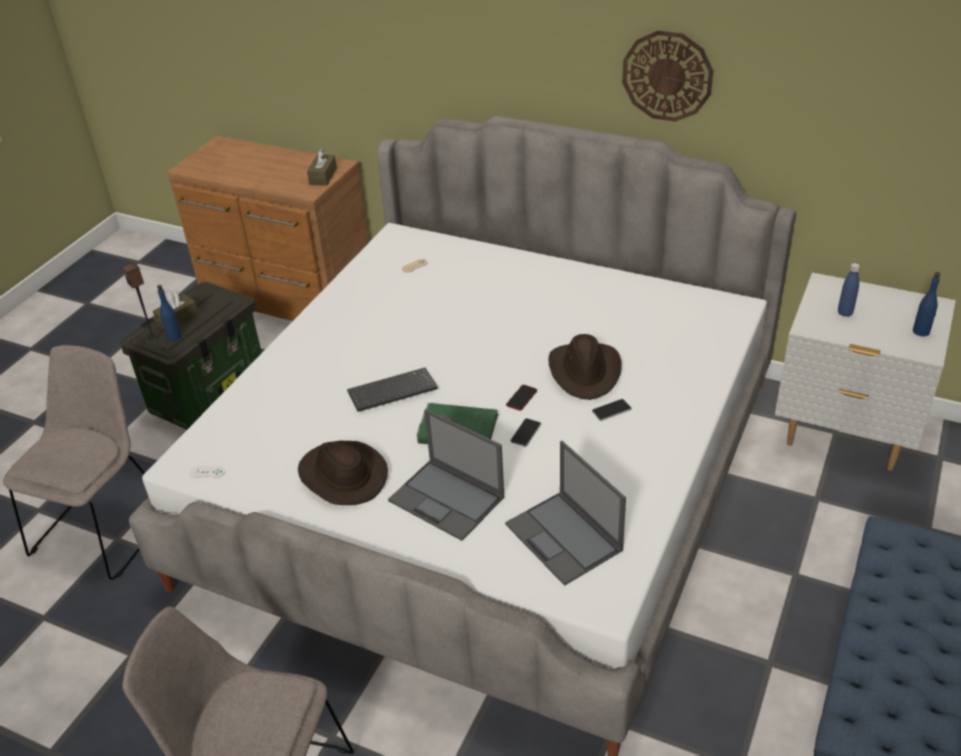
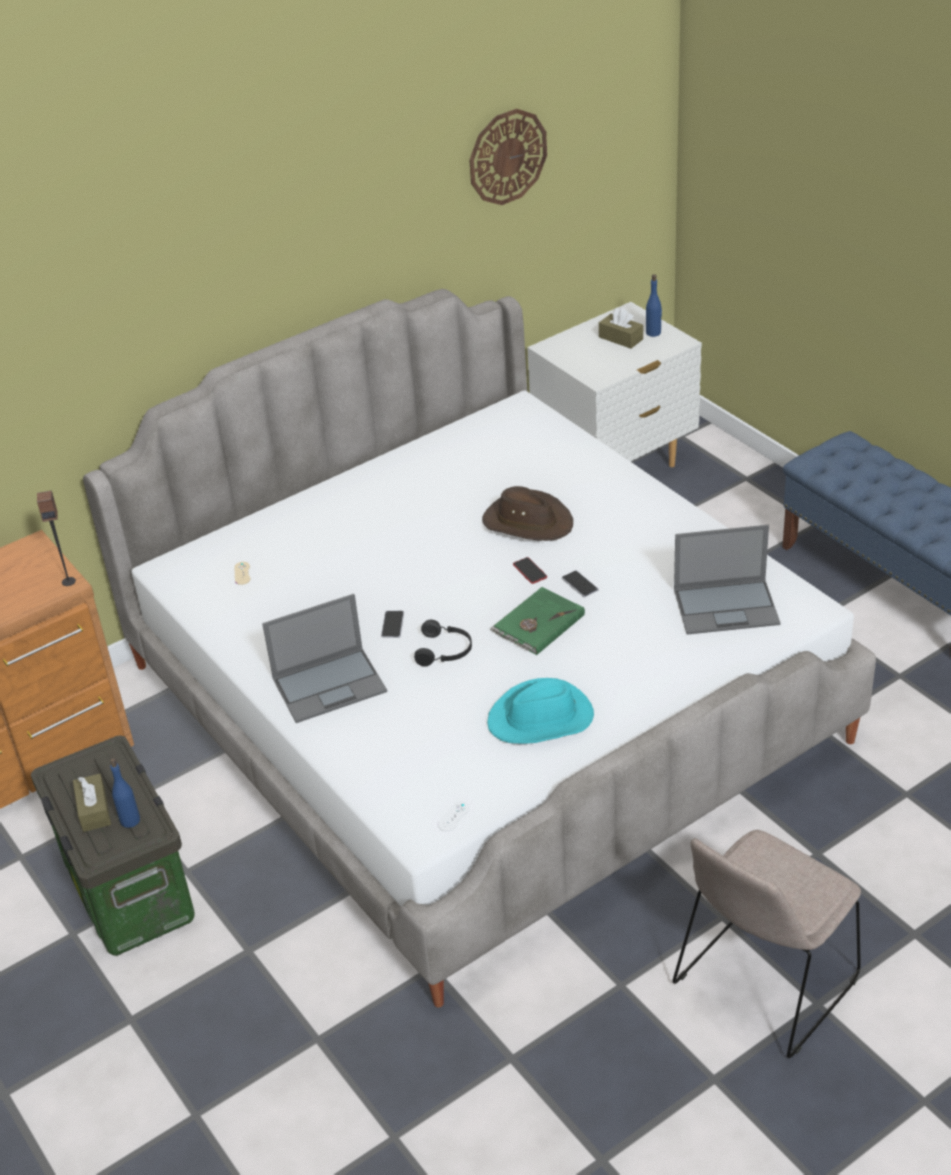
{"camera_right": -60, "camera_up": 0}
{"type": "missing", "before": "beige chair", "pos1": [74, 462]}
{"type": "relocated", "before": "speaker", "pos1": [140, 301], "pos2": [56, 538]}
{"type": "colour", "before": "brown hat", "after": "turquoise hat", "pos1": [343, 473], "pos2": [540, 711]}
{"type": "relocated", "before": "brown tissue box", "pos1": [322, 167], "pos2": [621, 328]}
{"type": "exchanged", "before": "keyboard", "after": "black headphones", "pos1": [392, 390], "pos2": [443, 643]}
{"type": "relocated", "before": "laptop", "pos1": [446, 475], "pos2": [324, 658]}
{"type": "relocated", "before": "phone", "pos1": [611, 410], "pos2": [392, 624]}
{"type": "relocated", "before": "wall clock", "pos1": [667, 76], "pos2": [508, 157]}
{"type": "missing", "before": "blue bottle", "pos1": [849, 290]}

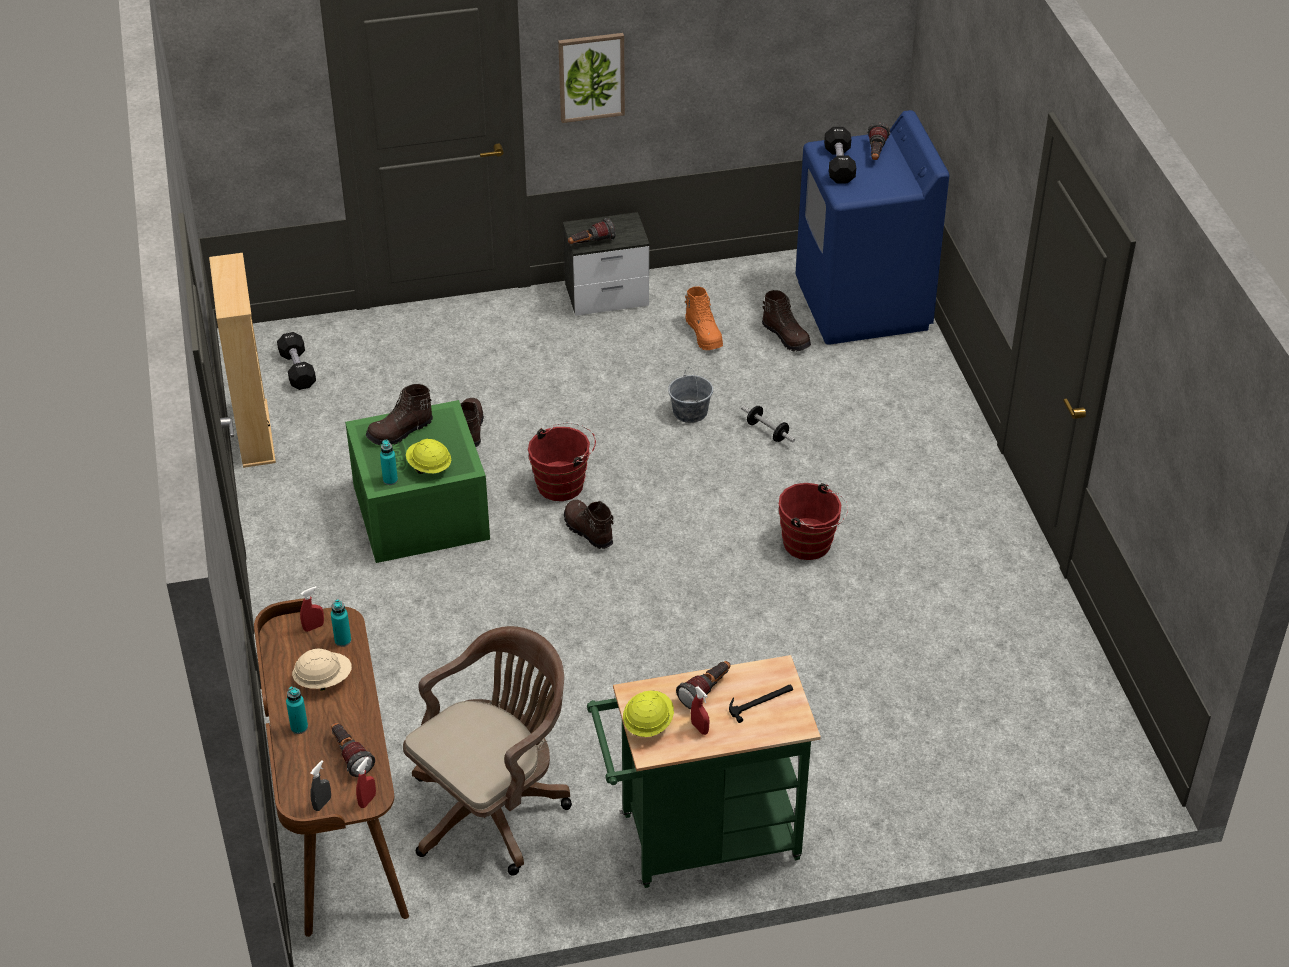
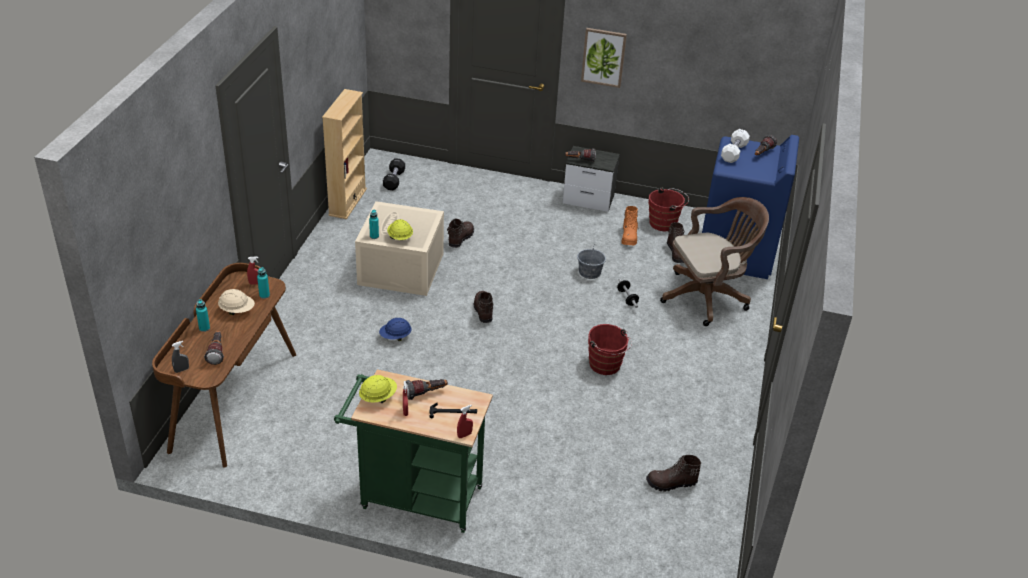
{"camera_right": 25, "camera_up": -5}
{"type": "colour", "before": "green storage box", "after": "beige storage box", "pos1": [417, 481], "pos2": [399, 248]}
{"type": "relocated", "before": "red spray bottle", "pos1": [366, 782], "pos2": [465, 421]}
{"type": "relocated", "before": "brown boot", "pos1": [399, 414], "pos2": [673, 473]}
{"type": "relocated", "before": "brown office chair", "pos1": [487, 751], "pos2": [714, 261]}
{"type": "relocated", "before": "red bucket", "pos1": [562, 461], "pos2": [668, 210]}
{"type": "colour", "before": "black dumbbell", "after": "white dumbbell", "pos1": [840, 155], "pos2": [735, 146]}
{"type": "appeared", "after": "blue hard hat", "pos2": [395, 329]}

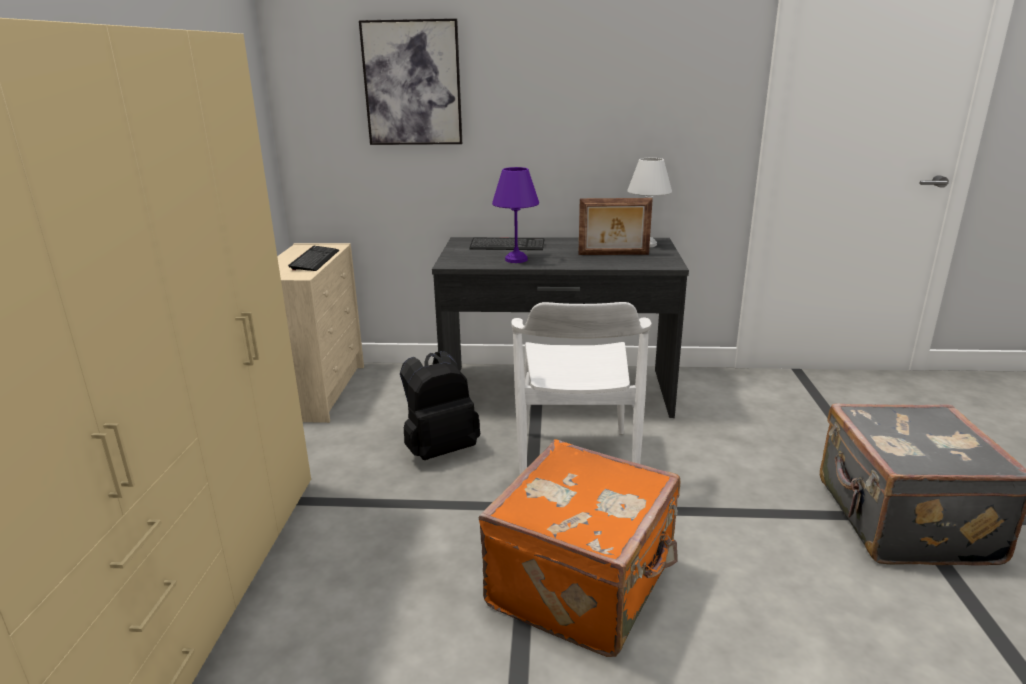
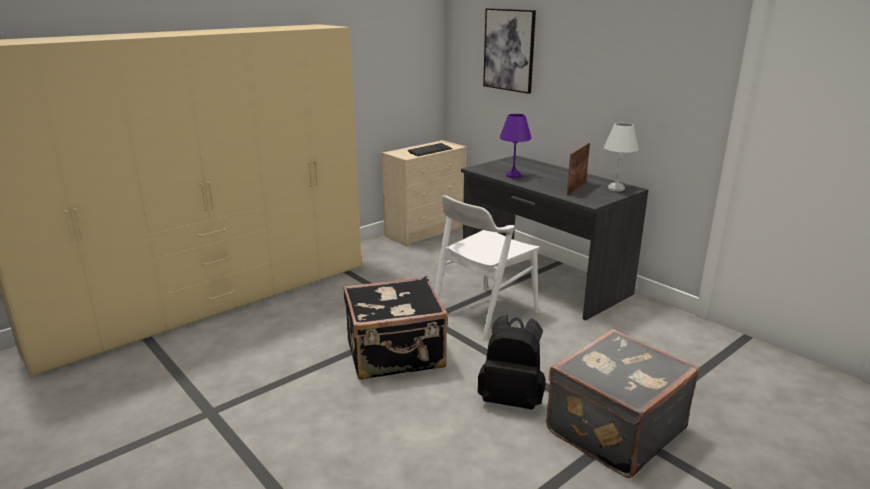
{"camera_right": 45, "camera_up": 0}
{"type": "relocated", "before": "black backpack", "pos1": [440, 405], "pos2": [511, 362]}
{"type": "missing", "before": "keyboard", "pos1": [507, 244]}
{"type": "colour", "before": "orange suitcase", "after": "black suitcase", "pos1": [579, 548], "pos2": [395, 328]}
{"type": "spun", "before": "picture frame", "pos1": [615, 226], "pos2": [578, 169], "turn": 75}

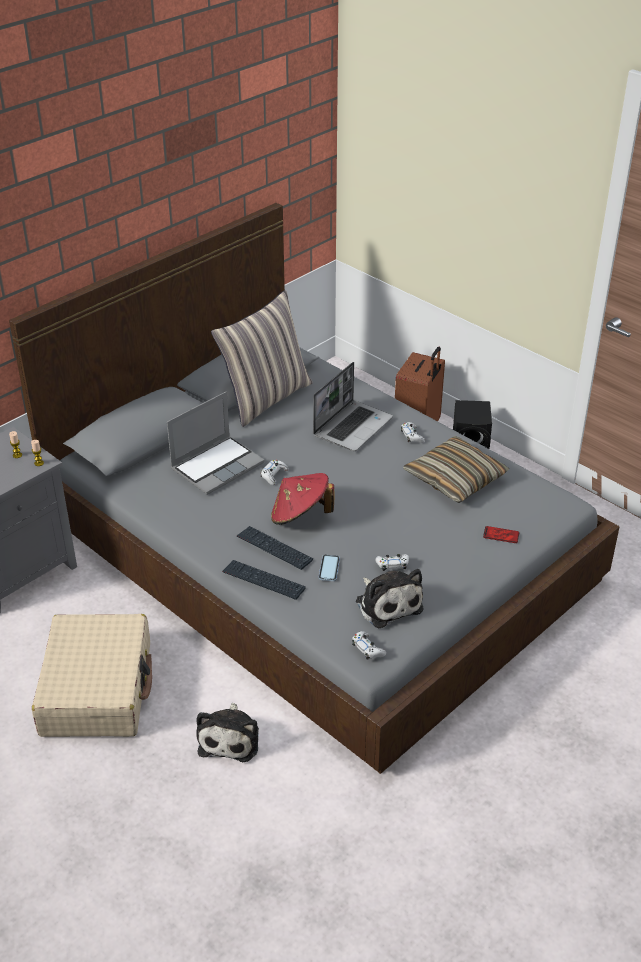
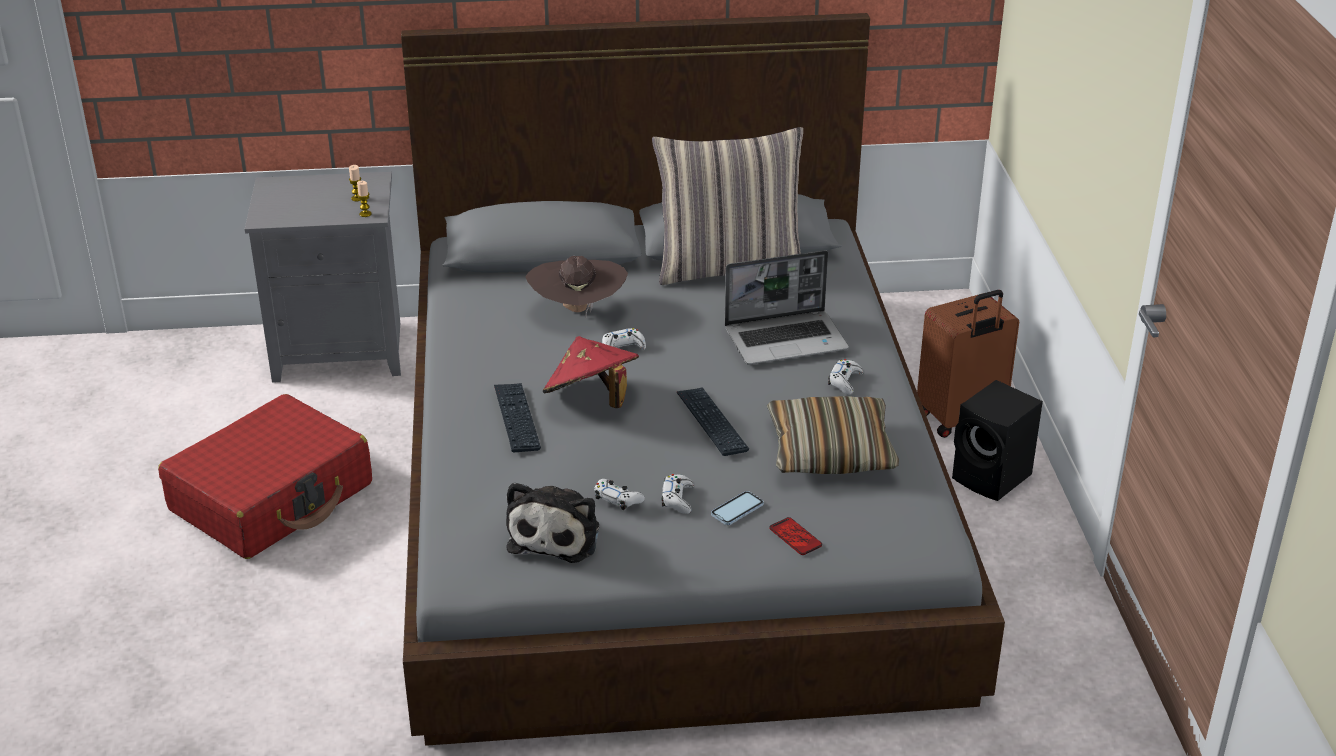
{"camera_right": 40, "camera_up": -5}
{"type": "colour", "before": "beige suitcase", "after": "red suitcase", "pos1": [92, 675], "pos2": [265, 476]}
{"type": "exchanged", "before": "laptop", "after": "brown hat", "pos1": [216, 443], "pos2": [576, 287]}
{"type": "missing", "before": "plush toy", "pos1": [227, 732]}
{"type": "relocated", "before": "keyboard", "pos1": [264, 580], "pos2": [713, 421]}
{"type": "relocated", "before": "phone", "pos1": [329, 568], "pos2": [737, 508]}
{"type": "relocated", "before": "white game controller", "pos1": [369, 645], "pos2": [677, 494]}

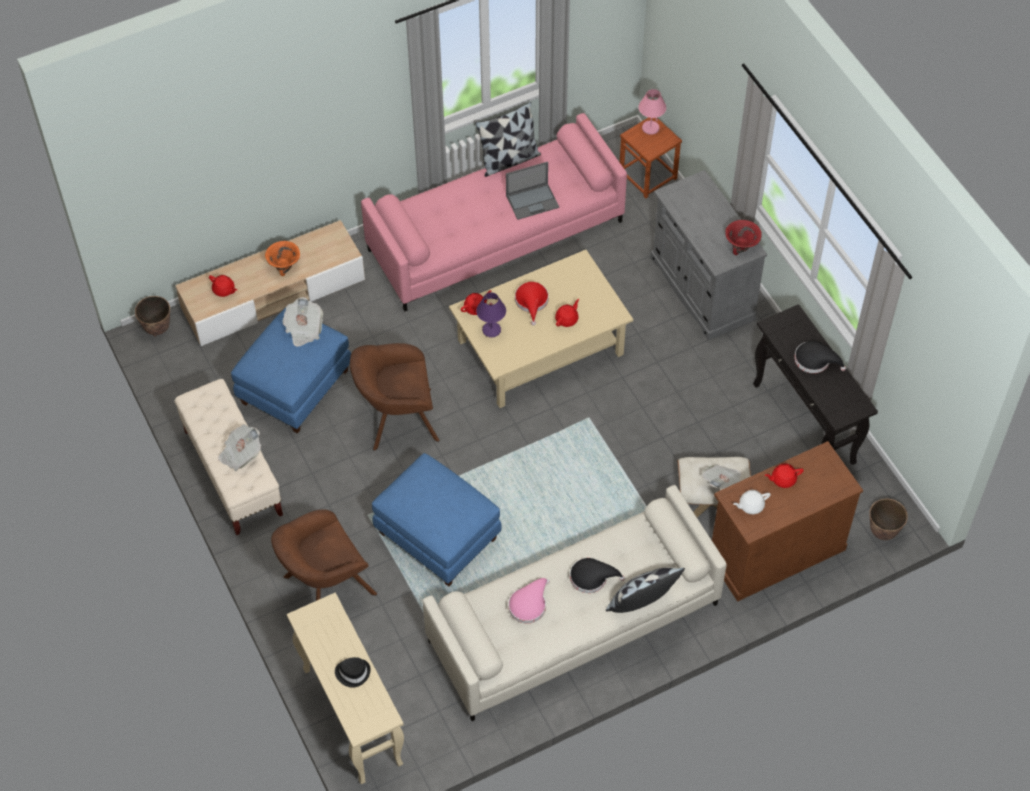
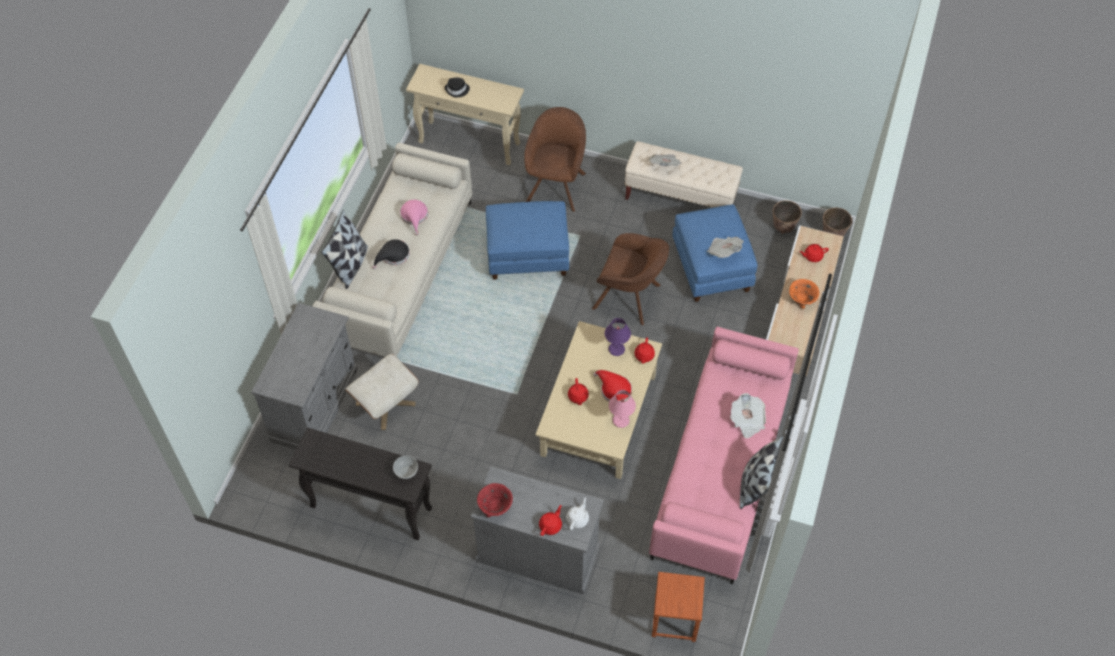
{"camera_right": 135, "camera_up": 0}
{"type": "spun", "before": "brown armchair", "pos1": [395, 397], "pos2": [630, 279], "turn": 75}
{"type": "missing", "before": "laptop", "pos1": [532, 191]}
{"type": "relocated", "before": "pink table lamp", "pos1": [652, 112], "pos2": [622, 409]}
{"type": "relocated", "before": "newspaper", "pos1": [721, 476], "pos2": [748, 416]}
{"type": "colour", "before": "brown cabinet", "after": "grey cabinet", "pos1": [787, 521], "pos2": [304, 376]}
{"type": "relocated", "before": "white teapot", "pos1": [751, 502], "pos2": [577, 513]}
{"type": "relocated", "before": "red teapot", "pos1": [784, 476], "pos2": [550, 520]}
{"type": "missing", "before": "black hat", "pos1": [820, 357]}
{"type": "relocated", "before": "planter", "pos1": [888, 519], "pos2": [787, 217]}
{"type": "appeared", "after": "bowl", "pos2": [405, 467]}

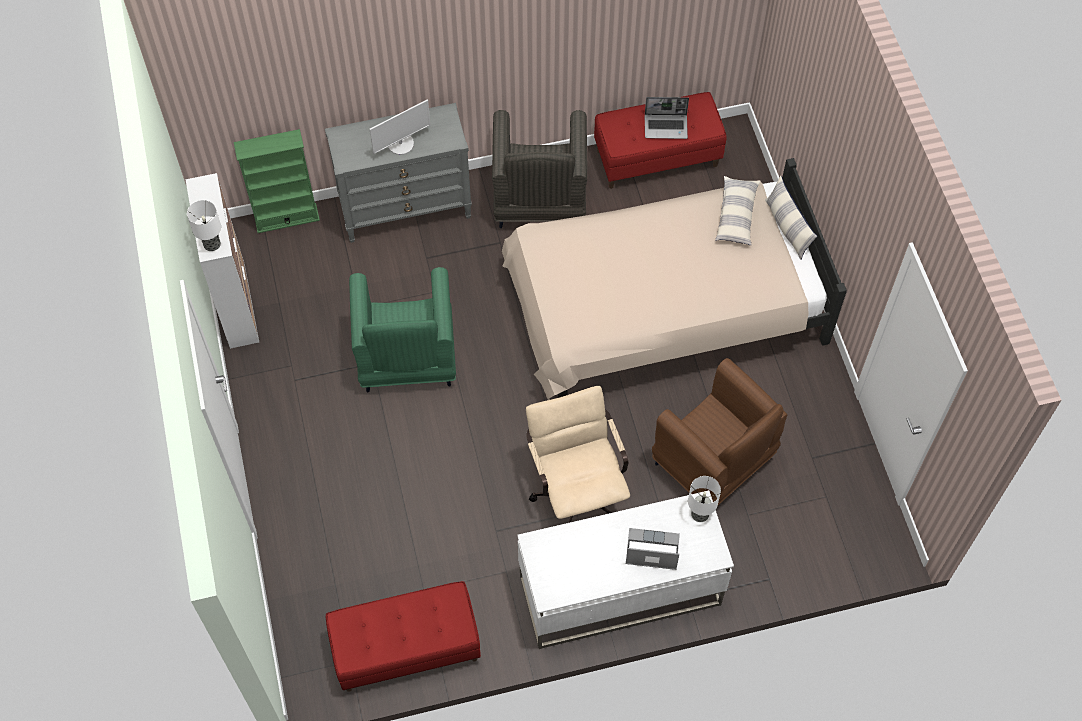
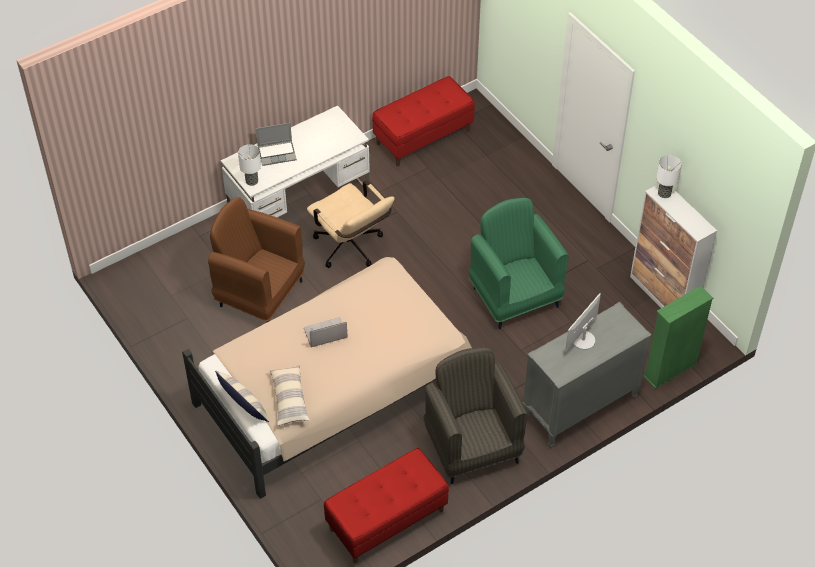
{"camera_right": 160, "camera_up": -10}
{"type": "relocated", "before": "laptop", "pos1": [667, 118], "pos2": [326, 332]}

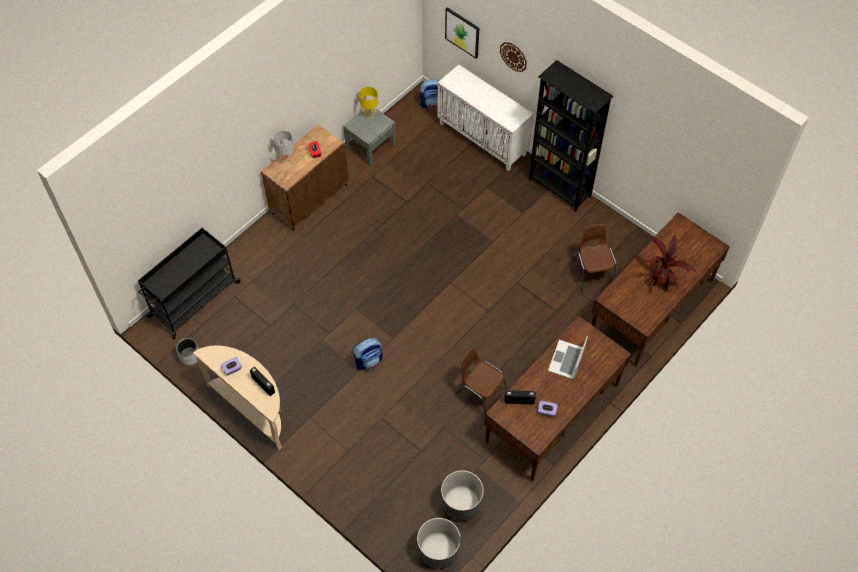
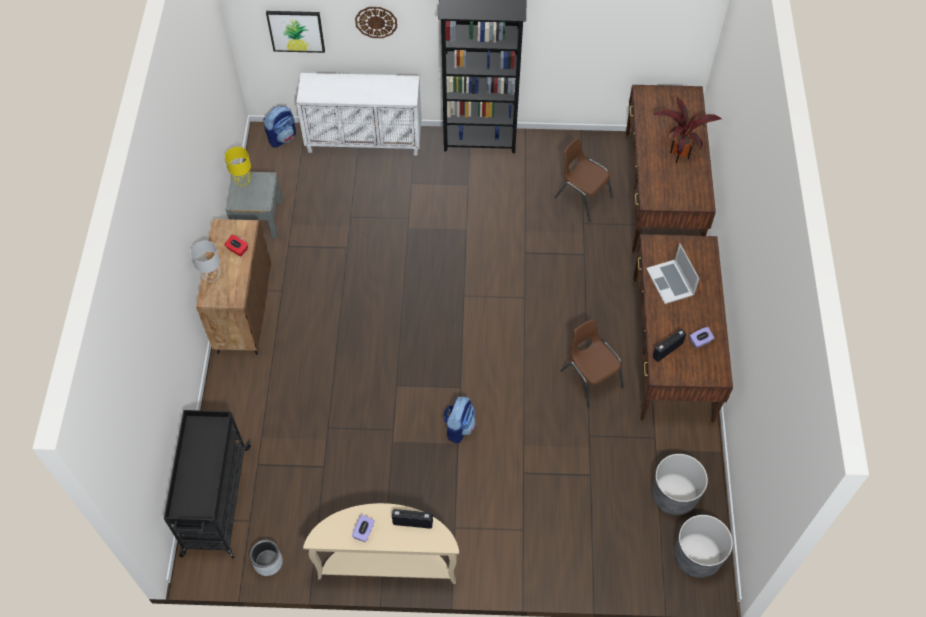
{"camera_right": -40, "camera_up": 0}
{"type": "spun", "before": "brown chair", "pos1": [481, 380], "pos2": [592, 364], "turn": 60}

